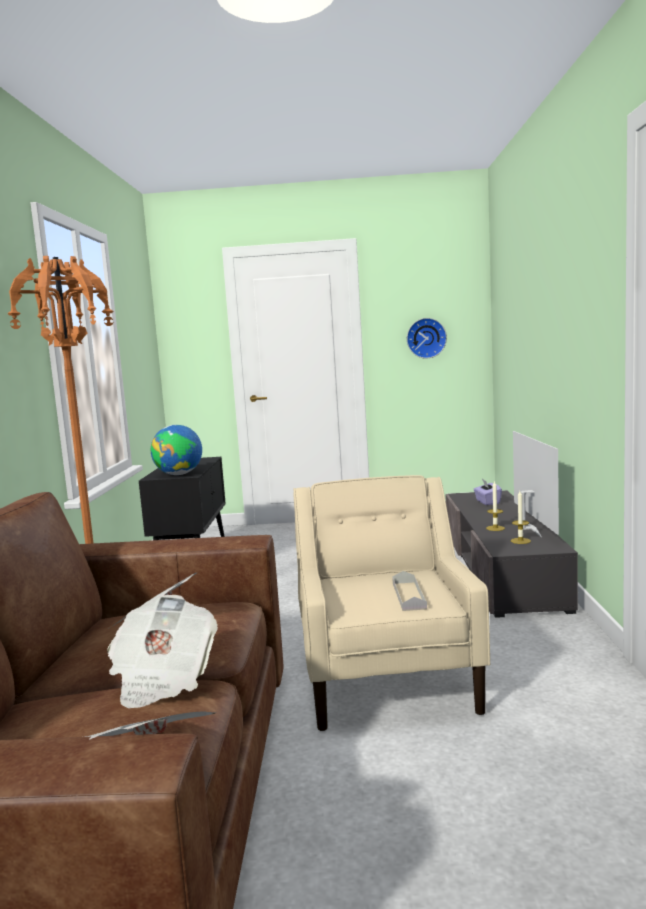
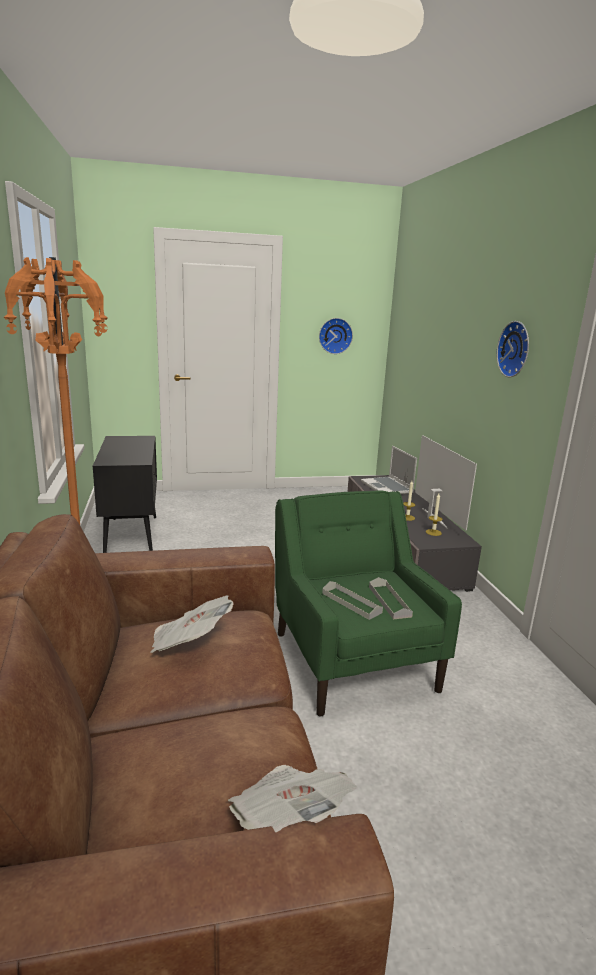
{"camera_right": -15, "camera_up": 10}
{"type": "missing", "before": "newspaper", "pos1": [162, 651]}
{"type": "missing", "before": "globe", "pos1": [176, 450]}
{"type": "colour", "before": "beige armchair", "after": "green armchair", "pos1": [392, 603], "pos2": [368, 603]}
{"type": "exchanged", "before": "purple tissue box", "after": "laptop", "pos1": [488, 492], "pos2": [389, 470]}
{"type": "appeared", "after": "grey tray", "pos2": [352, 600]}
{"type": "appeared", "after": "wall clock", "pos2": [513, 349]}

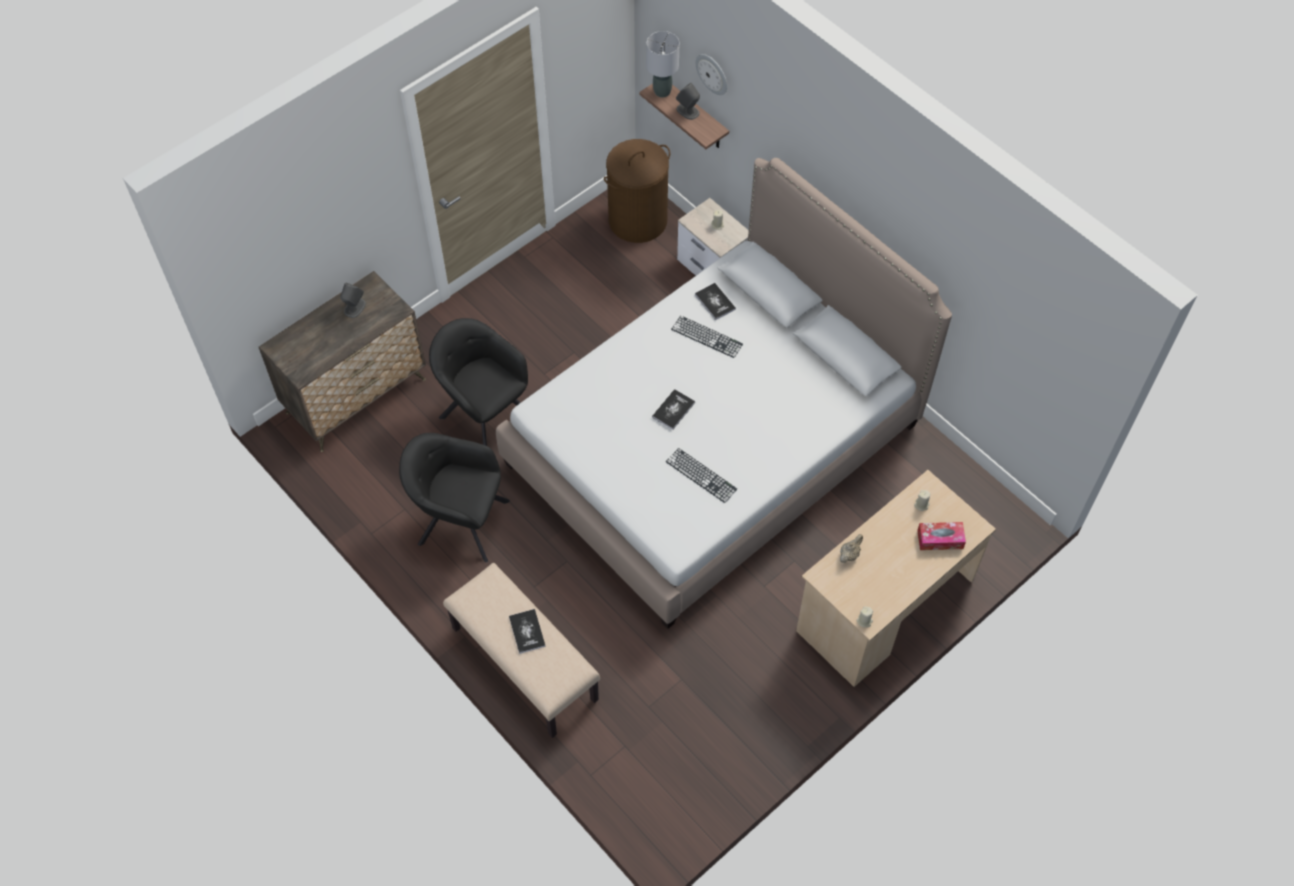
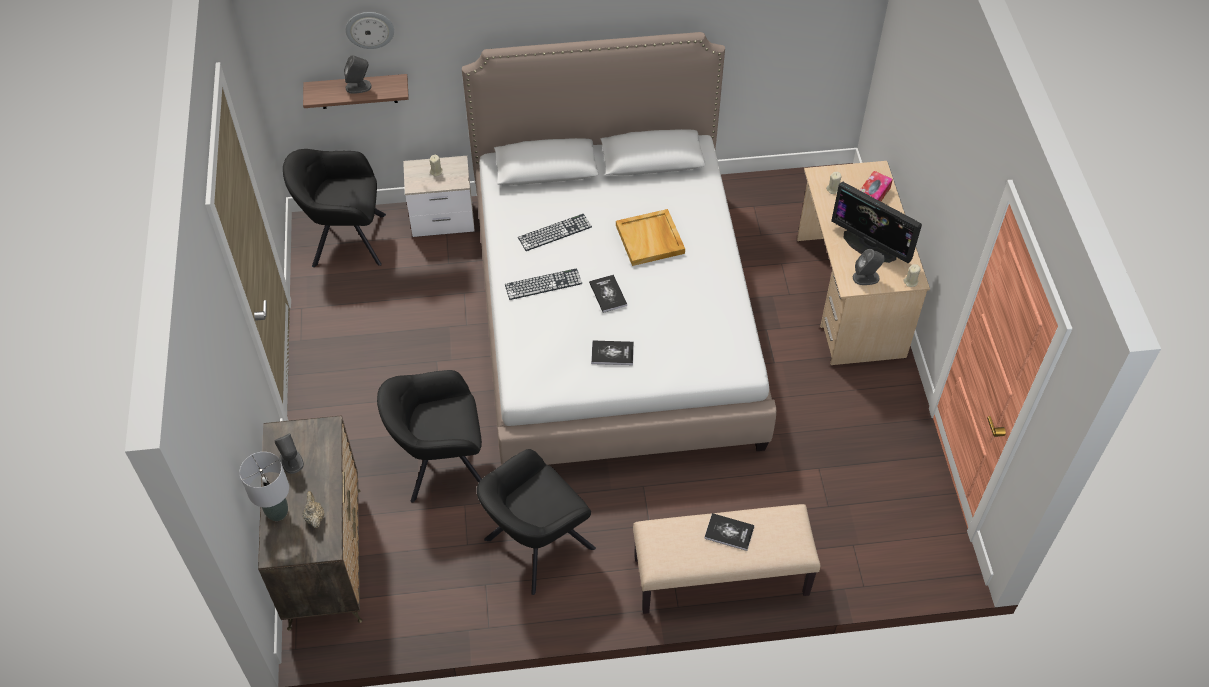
{"camera_right": -55, "camera_up": -5}
{"type": "exchanged", "before": "brown laundry basket", "after": "black armchair", "pos1": [637, 191], "pos2": [334, 208]}
{"type": "relocated", "before": "grey table lamp", "pos1": [663, 64], "pos2": [264, 486]}
{"type": "relocated", "before": "keyboard", "pos1": [701, 475], "pos2": [543, 284]}
{"type": "relocated", "before": "book", "pos1": [715, 301], "pos2": [612, 352]}
{"type": "relocated", "before": "beige teapot", "pos1": [851, 548], "pos2": [313, 509]}
{"type": "appeared", "after": "beige tray", "pos2": [650, 237]}
{"type": "appeared", "after": "monitor", "pos2": [876, 222]}
{"type": "appeared", "after": "grey speaker", "pos2": [869, 267]}

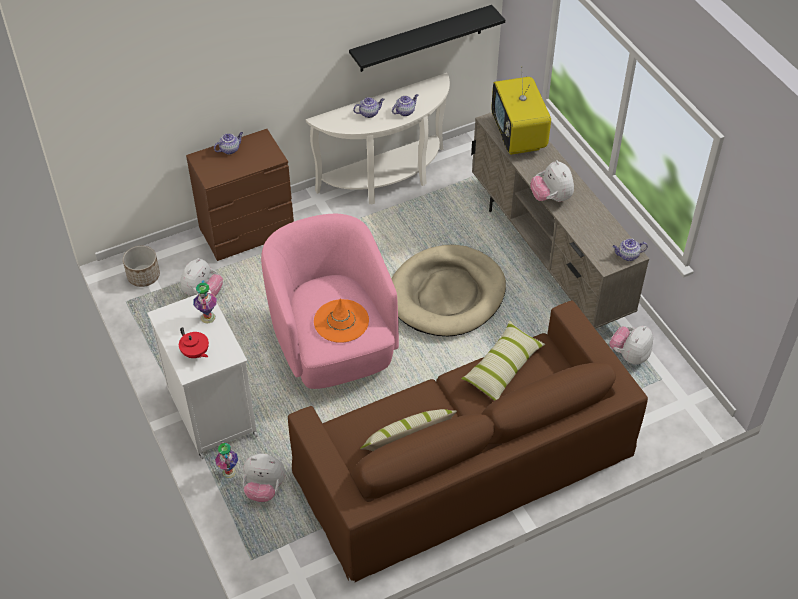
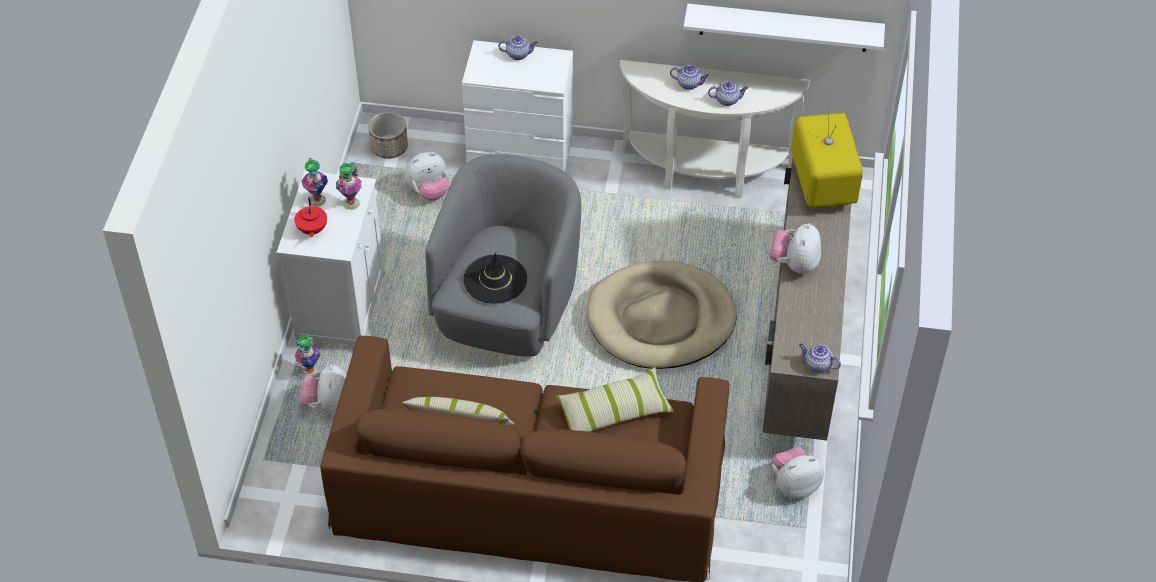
{"camera_right": 35, "camera_up": 0}
{"type": "colour", "before": "brown dresser", "after": "white dresser", "pos1": [240, 195], "pos2": [517, 106]}
{"type": "spun", "before": "plush toy", "pos1": [264, 478], "pos2": [323, 389], "turn": 45}
{"type": "colour", "before": "pink armchair", "after": "grey armchair", "pos1": [330, 301], "pos2": [503, 255]}
{"type": "colour", "before": "orange hat", "after": "black hat", "pos1": [341, 320], "pos2": [495, 278]}
{"type": "colour", "before": "black shelf", "after": "white shelf", "pos1": [427, 38], "pos2": [784, 28]}
{"type": "spun", "before": "television", "pos1": [521, 110], "pos2": [827, 155], "turn": 150}
{"type": "appeared", "after": "vase", "pos2": [314, 182]}

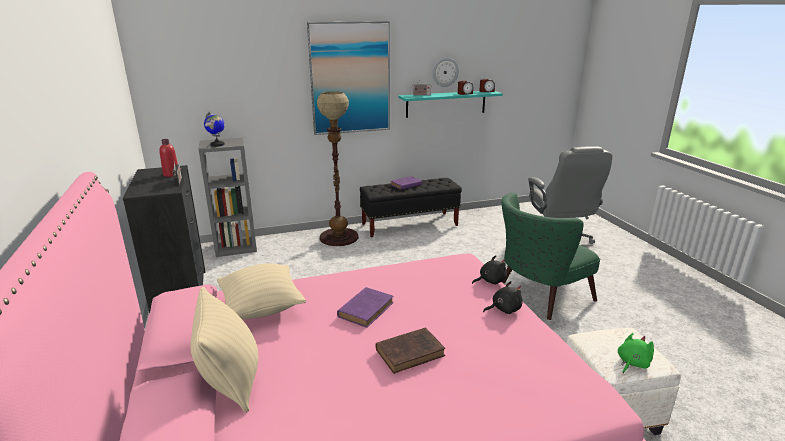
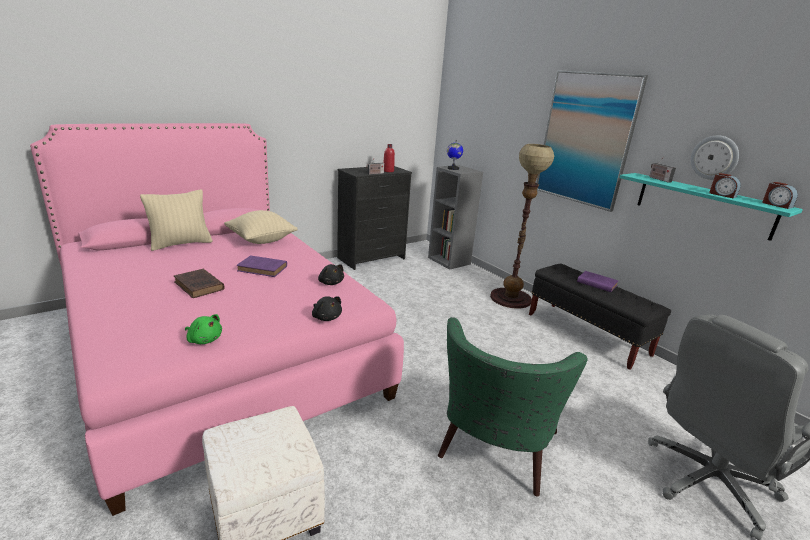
{"camera_right": 70, "camera_up": 0}
{"type": "relocated", "before": "black plush toy", "pos1": [503, 297], "pos2": [331, 274]}
{"type": "spun", "before": "green armchair", "pos1": [551, 256], "pos2": [513, 406], "turn": -105}
{"type": "relocated", "before": "green plush toy", "pos1": [636, 353], "pos2": [203, 329]}

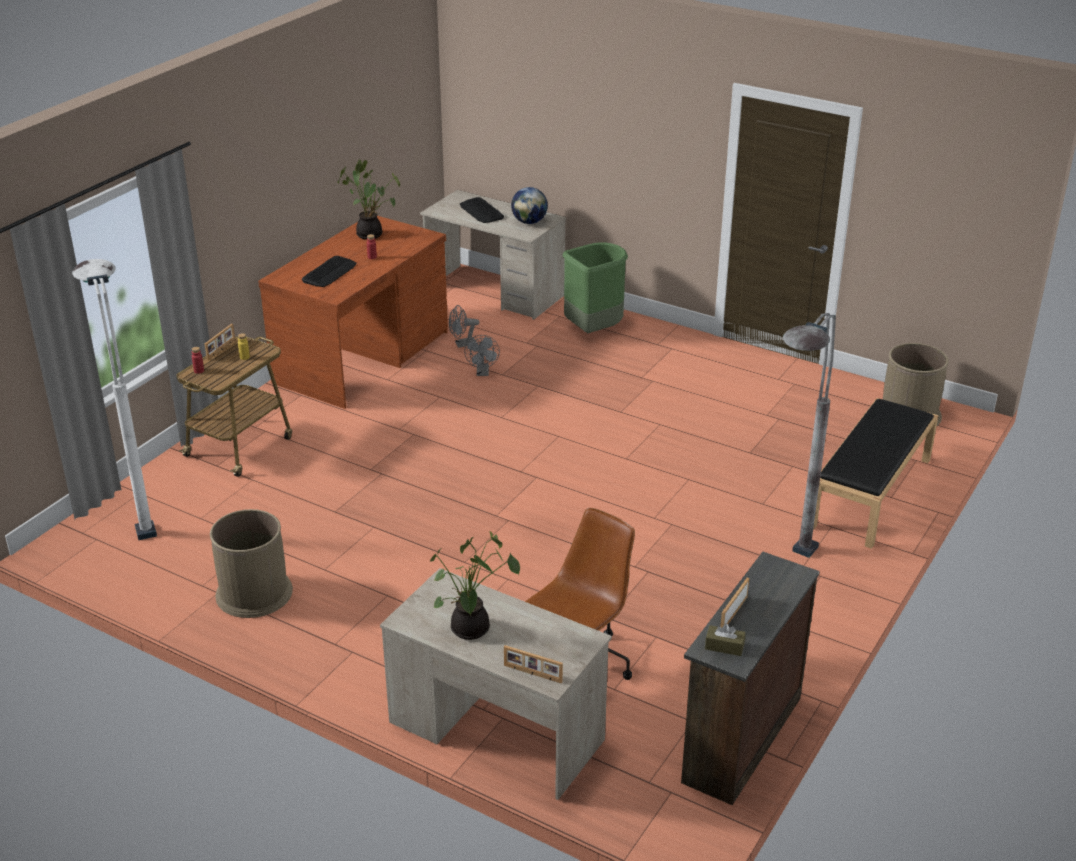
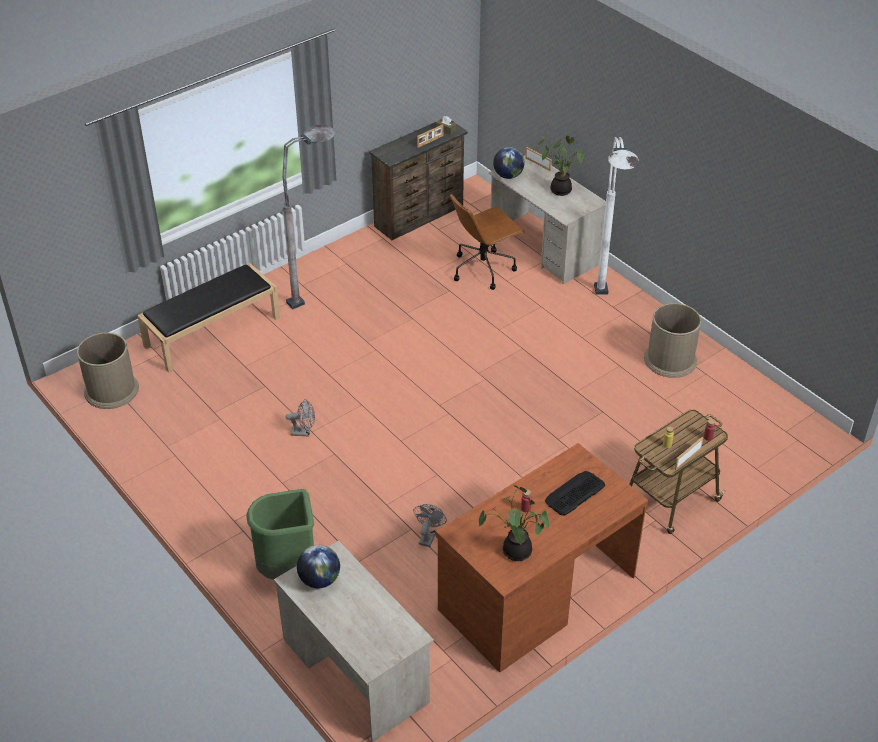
{"camera_right": -160, "camera_up": 10}
{"type": "relocated", "before": "white floor lamp", "pos1": [114, 399], "pos2": [616, 216]}
{"type": "relocated", "before": "grey fan", "pos1": [464, 326], "pos2": [300, 418]}
{"type": "missing", "before": "keyboard", "pos1": [482, 210]}
{"type": "appeared", "after": "globe", "pos2": [508, 163]}

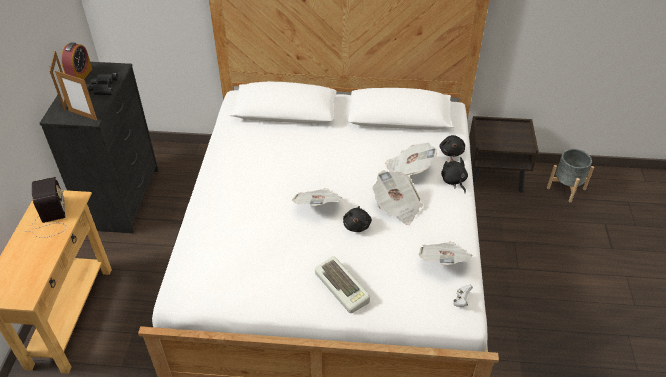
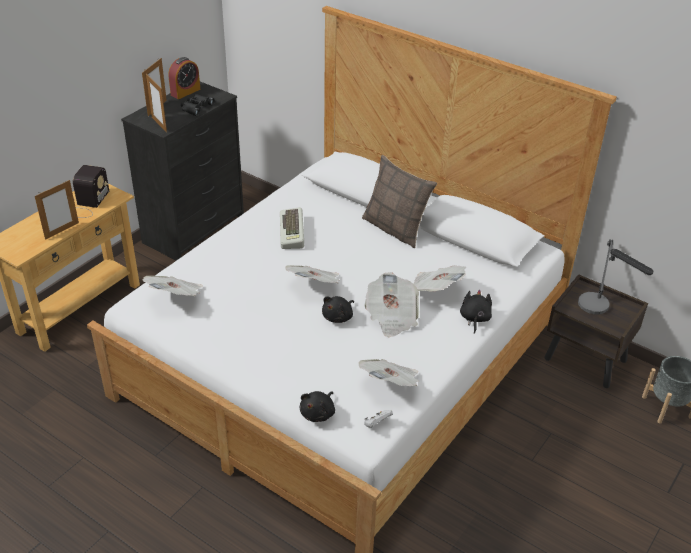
{"camera_right": 30, "camera_up": -5}
{"type": "relocated", "before": "keyboard", "pos1": [342, 284], "pos2": [292, 228]}
{"type": "relocated", "before": "black plush toy", "pos1": [452, 146], "pos2": [317, 406]}
{"type": "appeared", "after": "picture frame", "pos2": [57, 210]}
{"type": "appeared", "after": "newspaper", "pos2": [173, 286]}
{"type": "appeared", "after": "pillow", "pos2": [399, 201]}
{"type": "appeared", "after": "table lamp", "pos2": [615, 277]}

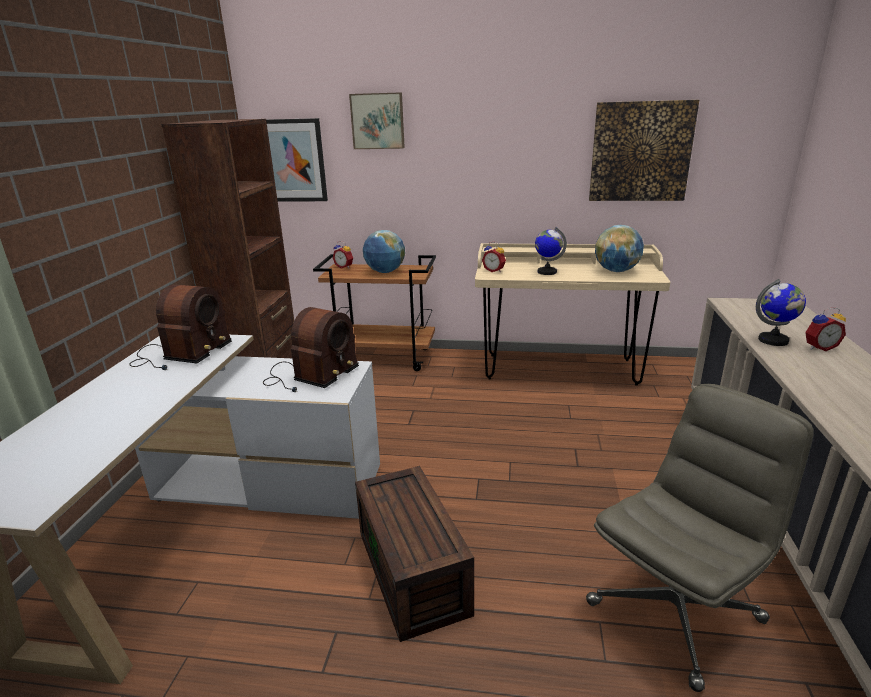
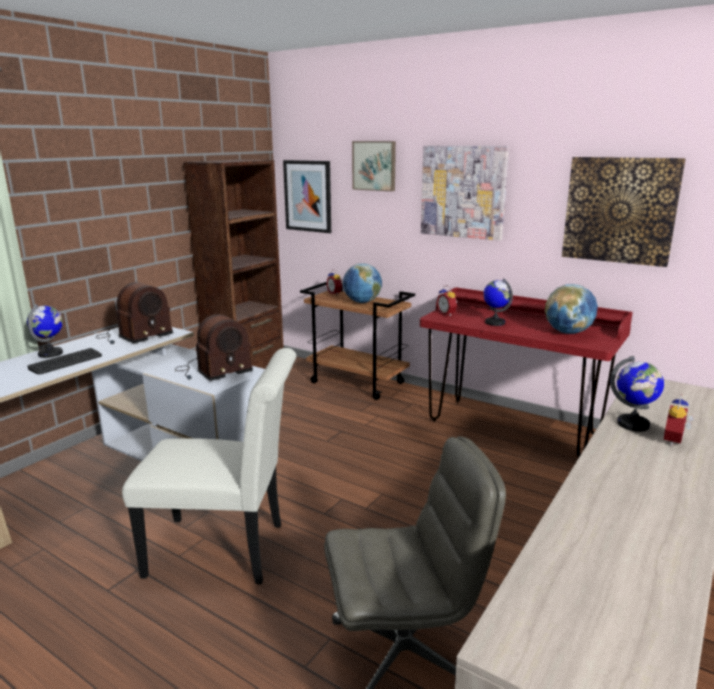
{"camera_right": 25, "camera_up": -5}
{"type": "exchanged", "before": "brown storage box", "after": "white chair", "pos1": [414, 554], "pos2": [209, 466]}
{"type": "colour", "before": "beige desk", "after": "red desk", "pos1": [572, 314], "pos2": [526, 372]}
{"type": "spun", "before": "alarm clock", "pos1": [825, 329], "pos2": [679, 420], "turn": 105}
{"type": "appeared", "after": "globe", "pos2": [45, 331]}
{"type": "appeared", "after": "keyboard", "pos2": [65, 361]}
{"type": "appeared", "after": "picture", "pos2": [465, 193]}

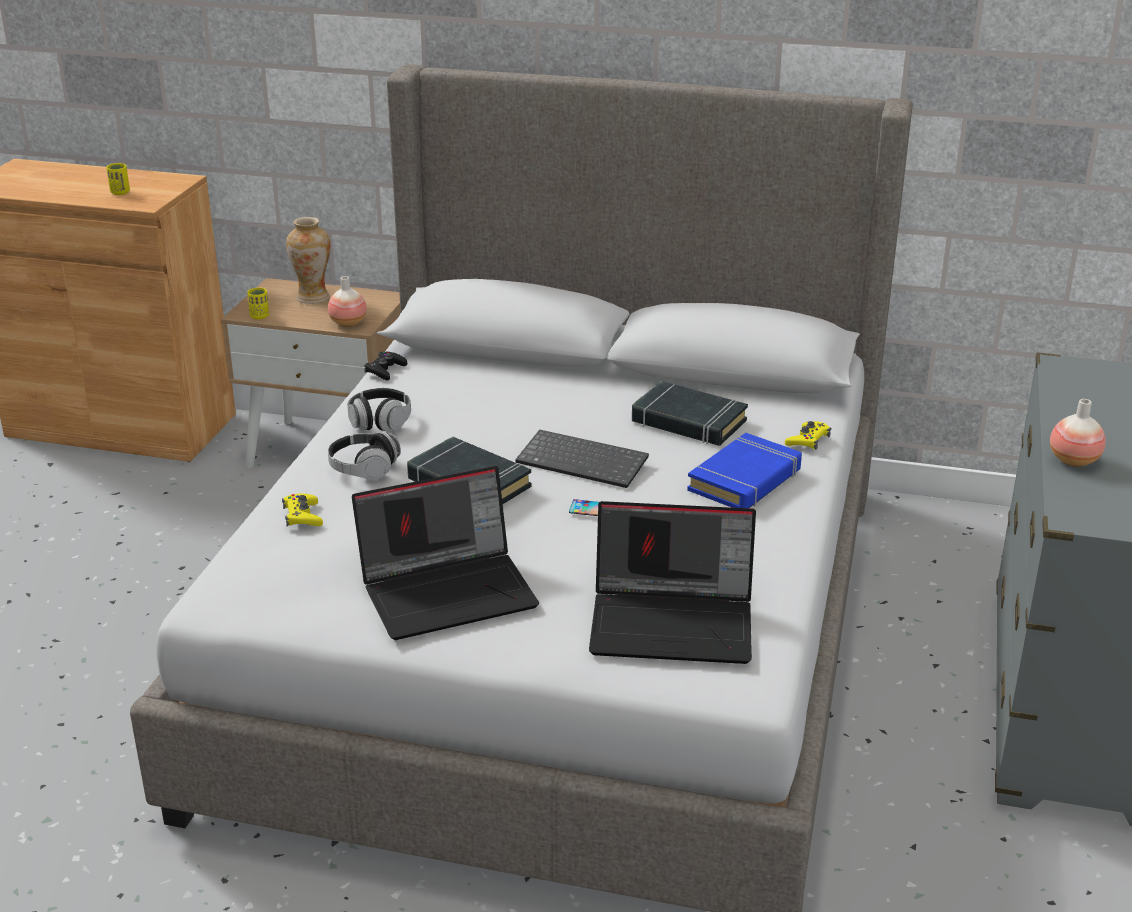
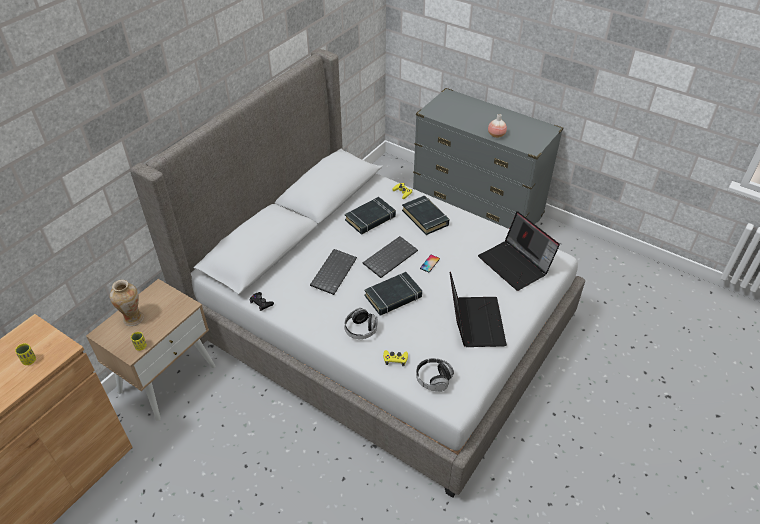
{"camera_right": -70, "camera_up": 15}
{"type": "missing", "before": "vase", "pos1": [347, 301]}
{"type": "relocated", "before": "headphones", "pos1": [379, 410], "pos2": [435, 375]}
{"type": "spun", "before": "laptop", "pos1": [672, 582], "pos2": [519, 251], "turn": 120}
{"type": "colour", "before": "blue book", "after": "black book", "pos1": [744, 470], "pos2": [426, 215]}
{"type": "appeared", "after": "keyboard", "pos2": [333, 272]}

